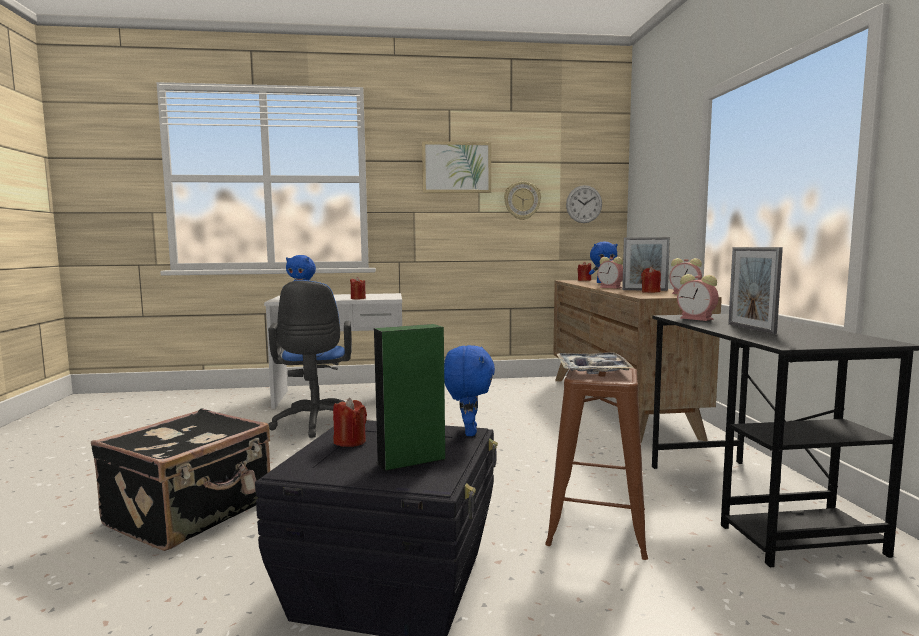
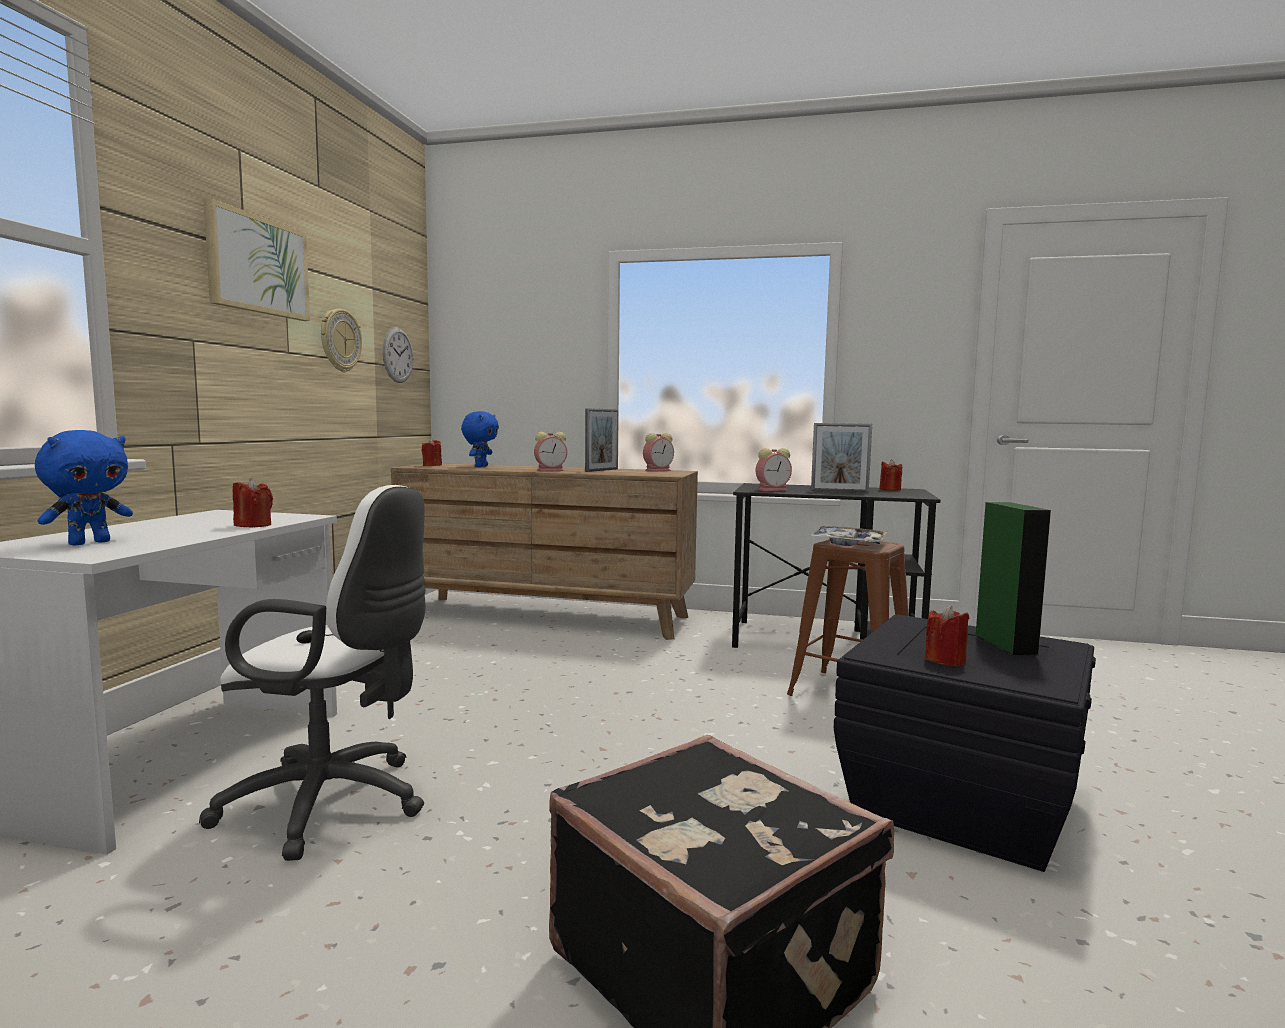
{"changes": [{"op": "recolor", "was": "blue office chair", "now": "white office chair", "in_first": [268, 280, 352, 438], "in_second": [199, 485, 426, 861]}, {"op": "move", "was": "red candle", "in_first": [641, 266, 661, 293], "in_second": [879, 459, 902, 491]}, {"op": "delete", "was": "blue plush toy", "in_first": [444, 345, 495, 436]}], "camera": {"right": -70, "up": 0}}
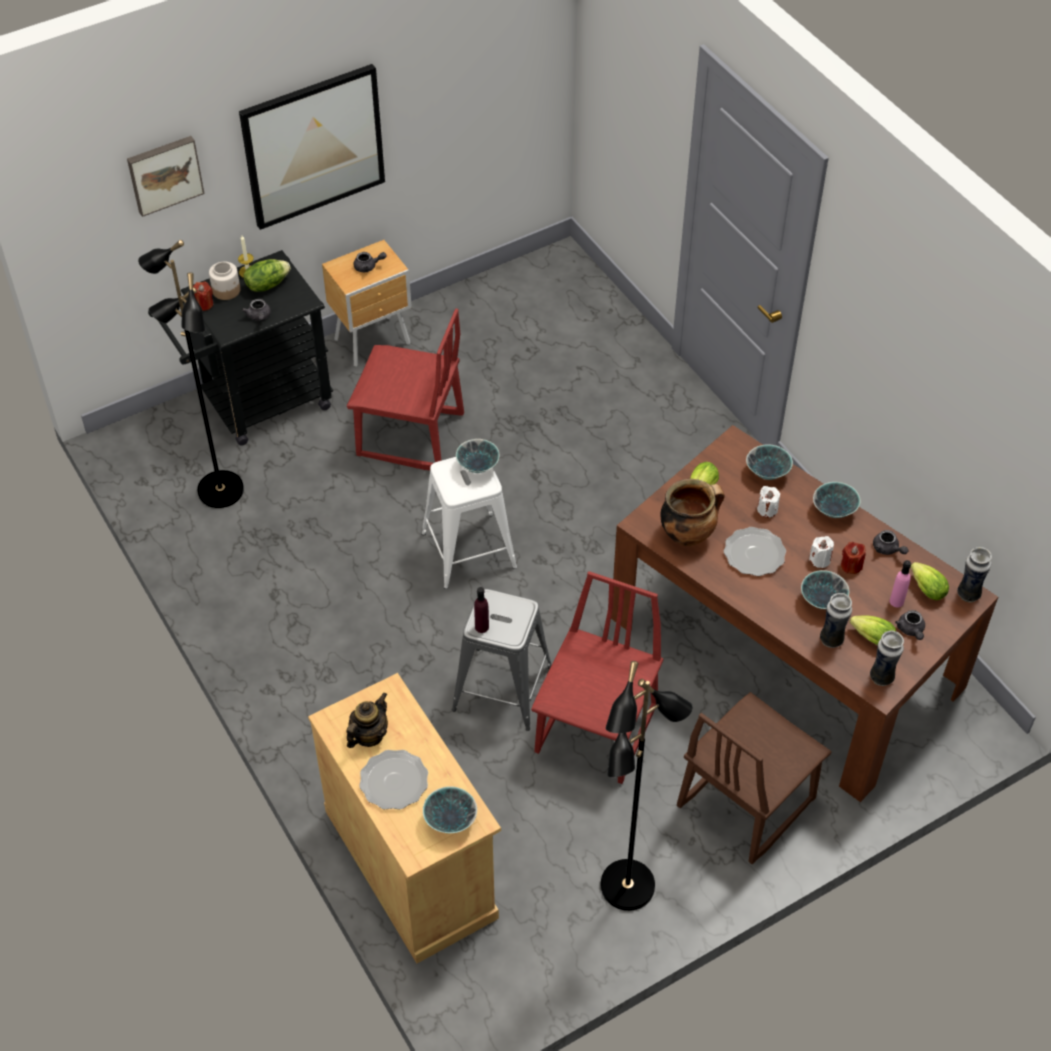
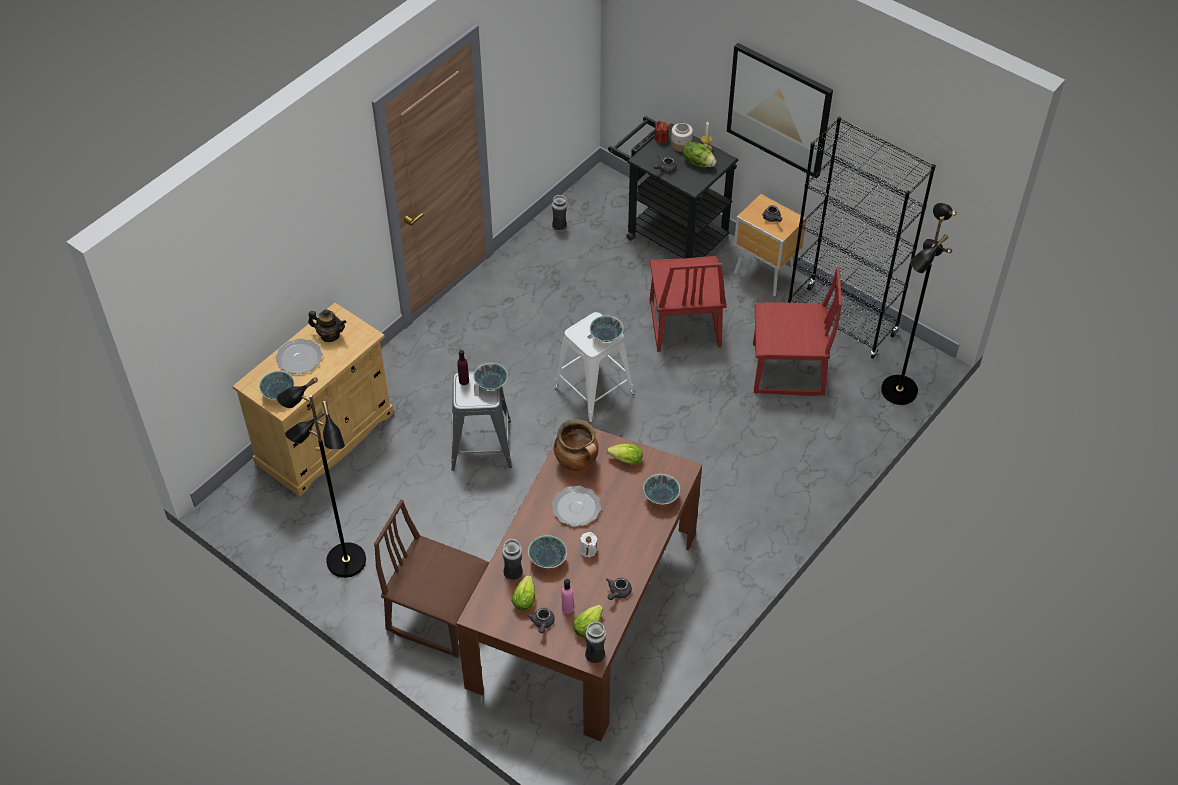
{"changes": [{"op": "move", "was": "bowl", "in_first": [813, 482, 861, 518], "in_second": [473, 363, 508, 390]}, {"op": "rotate", "was": "grey teapot", "in_first": [895, 610, 925, 640], "in_second": [528, 608, 555, 633], "clockwise": -60}, {"op": "move", "was": "vase", "in_first": [870, 630, 904, 686], "in_second": [552, 195, 567, 231]}, {"op": "move", "was": "red chair", "in_first": [531, 571, 663, 784], "in_second": [753, 267, 842, 396]}, {"op": "insert", "now": "black bookcase", "in_second": [788, 117, 936, 359]}, {"op": "move", "was": "black floor lamp", "in_first": [138, 240, 244, 508], "in_second": [881, 203, 957, 405]}, {"op": "delete", "was": "picture", "in_first": [127, 136, 204, 217]}, {"op": "delete", "was": "white candle", "in_first": [757, 486, 780, 518]}, {"op": "delete", "was": "red candle", "in_first": [841, 542, 866, 574]}], "camera": {"right": 70, "up": 0}}
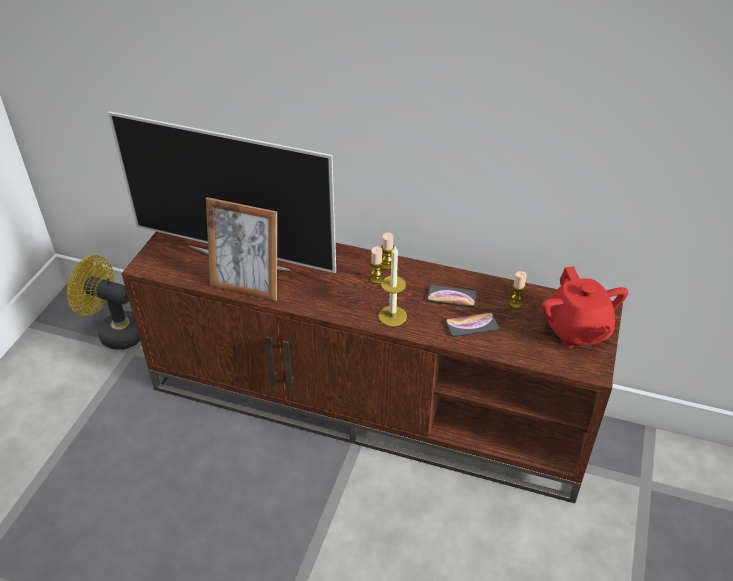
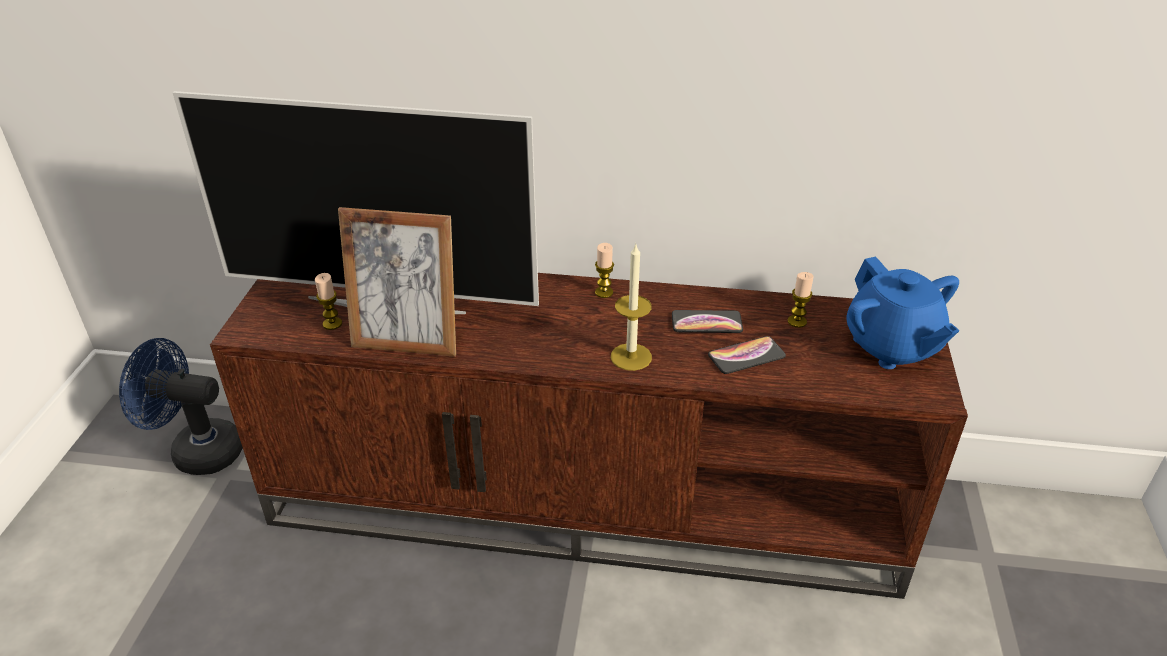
{"changes": [{"op": "recolor", "was": "yellow fan", "now": "blue fan", "in_first": [67, 255, 140, 350], "in_second": [119, 338, 243, 475]}, {"op": "move", "was": "candle", "in_first": [370, 246, 383, 284], "in_second": [315, 273, 342, 330]}, {"op": "recolor", "was": "red teapot", "now": "blue teapot", "in_first": [541, 266, 628, 348], "in_second": [846, 257, 959, 369]}], "camera": {"right": -10, "up": -5}}
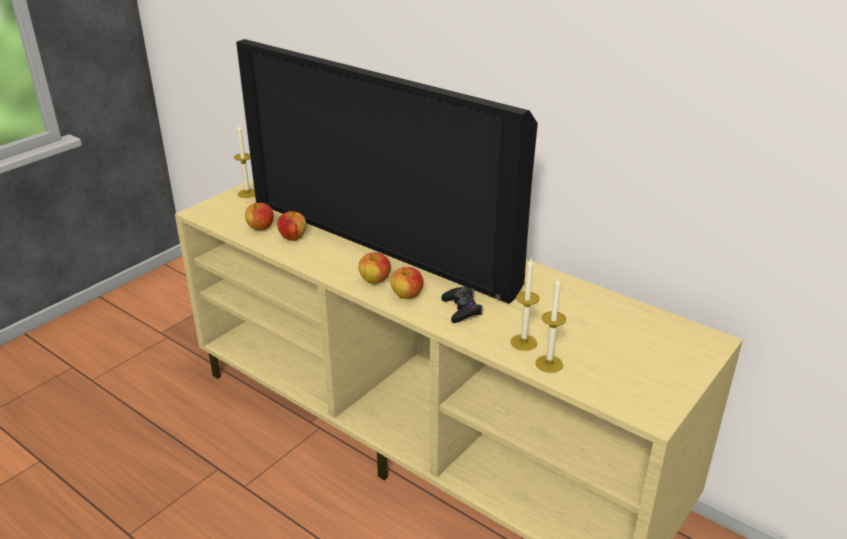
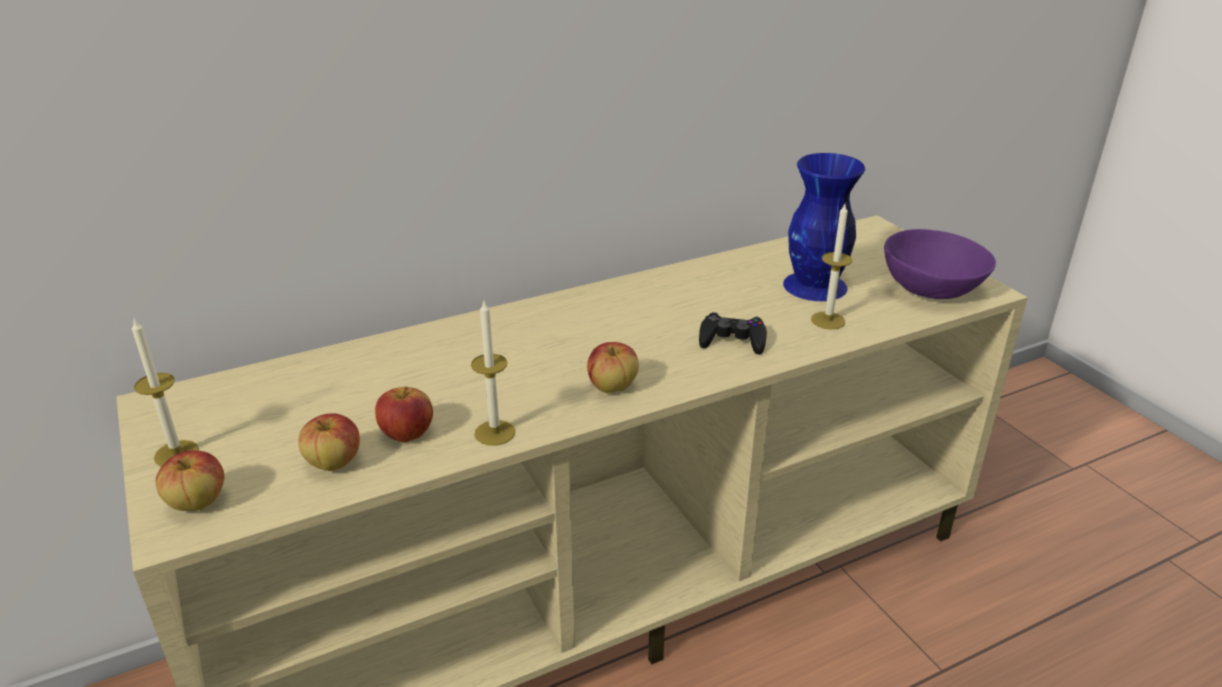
{"changes": [{"op": "move", "was": "apple", "in_first": [390, 267, 424, 299], "in_second": [156, 450, 224, 511]}, {"op": "move", "was": "candle", "in_first": [535, 277, 566, 373], "in_second": [471, 301, 515, 446]}, {"op": "insert", "now": "blue vase", "in_second": [783, 153, 865, 301]}, {"op": "insert", "now": "purple bowl", "in_second": [884, 229, 996, 299]}, {"op": "delete", "was": "television", "in_first": [236, 39, 538, 304]}], "camera": {"right": -65, "up": 0}}
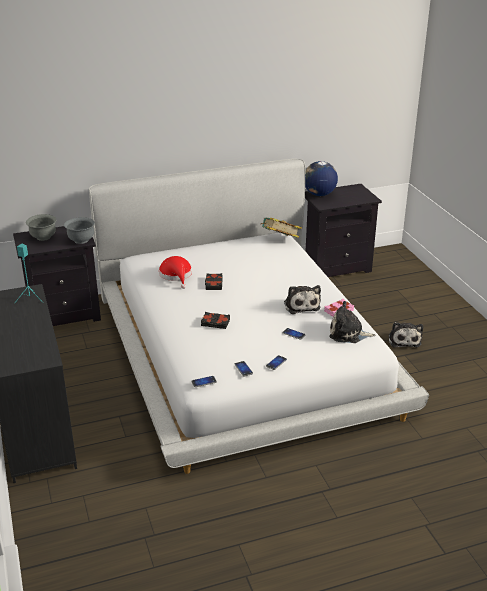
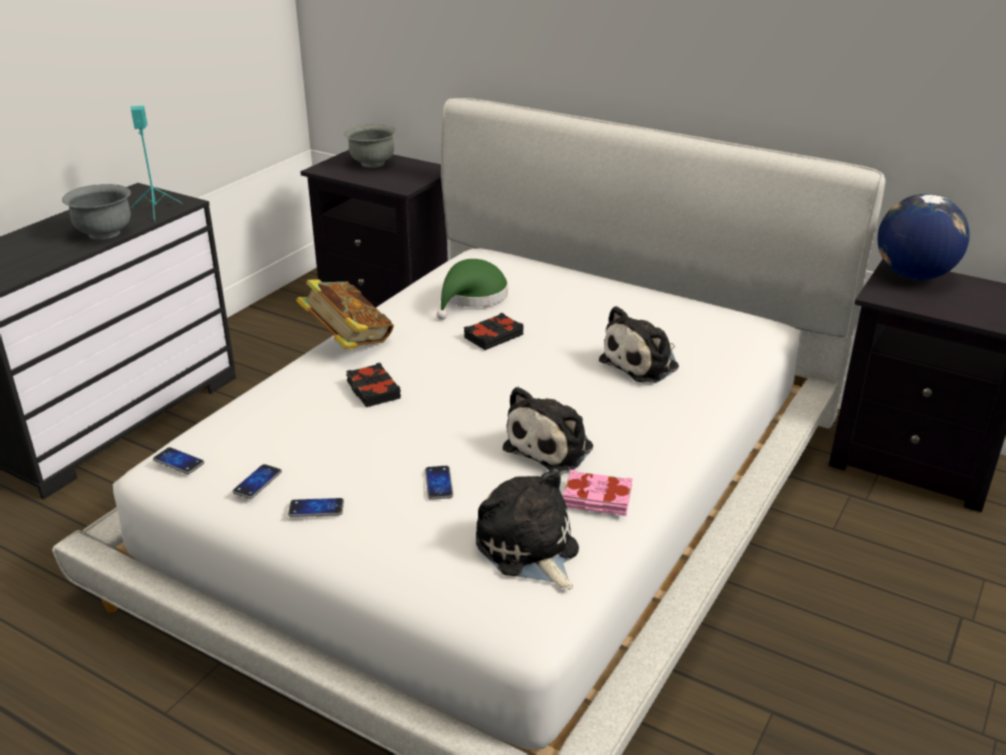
{"changes": [{"op": "move", "was": "grey bowl", "in_first": [64, 217, 95, 244], "in_second": [62, 184, 131, 239]}, {"op": "move", "was": "book", "in_first": [261, 217, 302, 238], "in_second": [296, 279, 394, 350]}, {"op": "recolor", "was": "red hat", "now": "green hat", "in_first": [159, 256, 192, 289], "in_second": [437, 259, 508, 320]}, {"op": "move", "was": "plush toy", "in_first": [389, 322, 423, 347], "in_second": [599, 306, 679, 383]}], "camera": {"right": 50, "up": 0}}
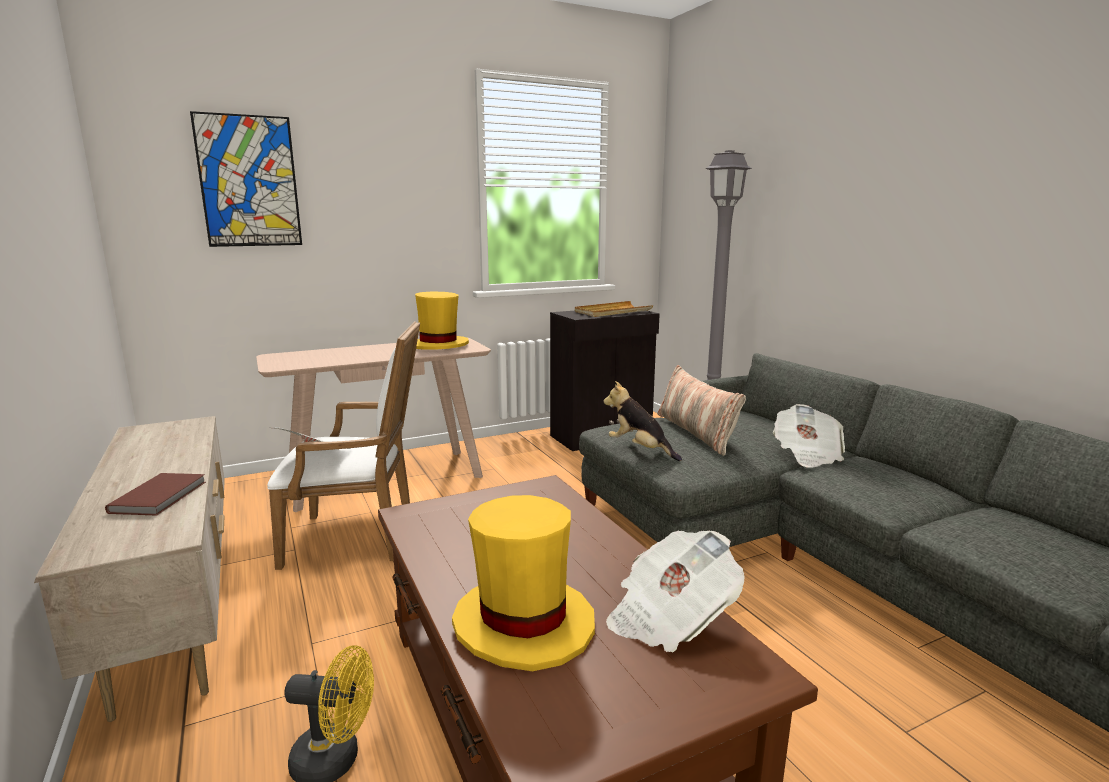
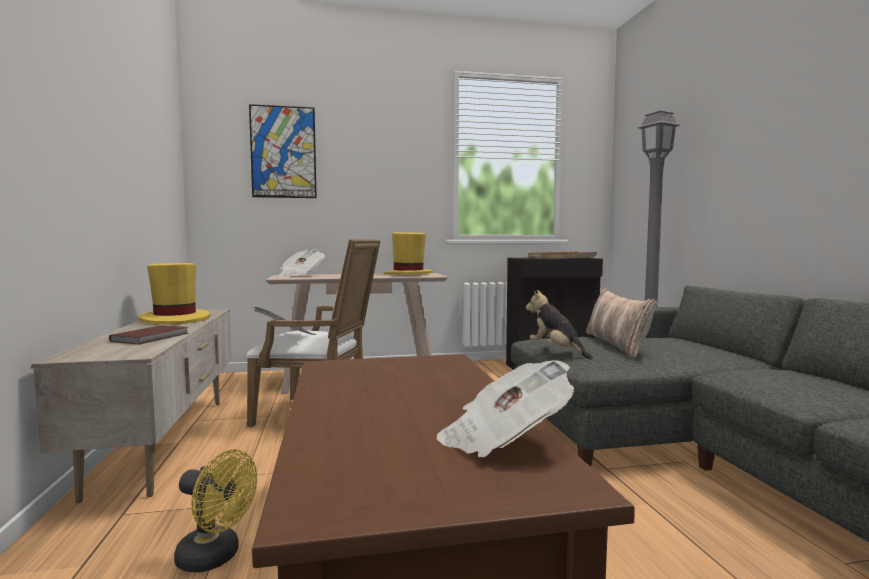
{"changes": [{"op": "move", "was": "yellow hat", "in_first": [452, 495, 595, 671], "in_second": [139, 263, 210, 325]}, {"op": "move", "was": "newspaper", "in_first": [773, 404, 845, 468], "in_second": [278, 249, 325, 277]}], "camera": {"right": 15, "up": -10}}
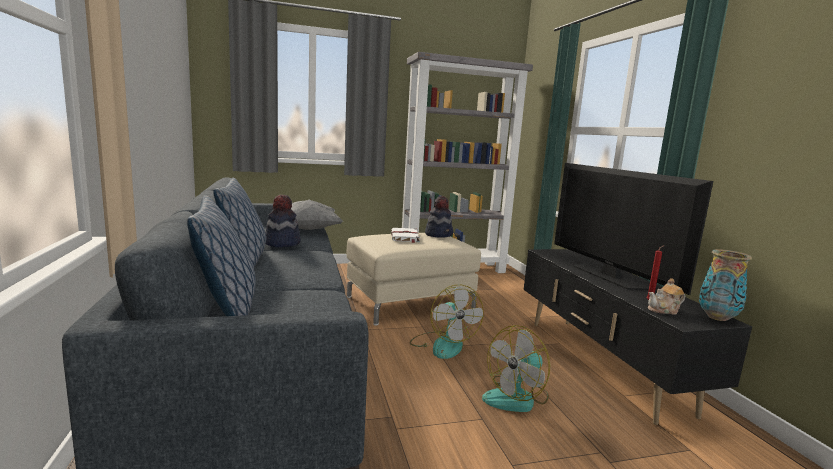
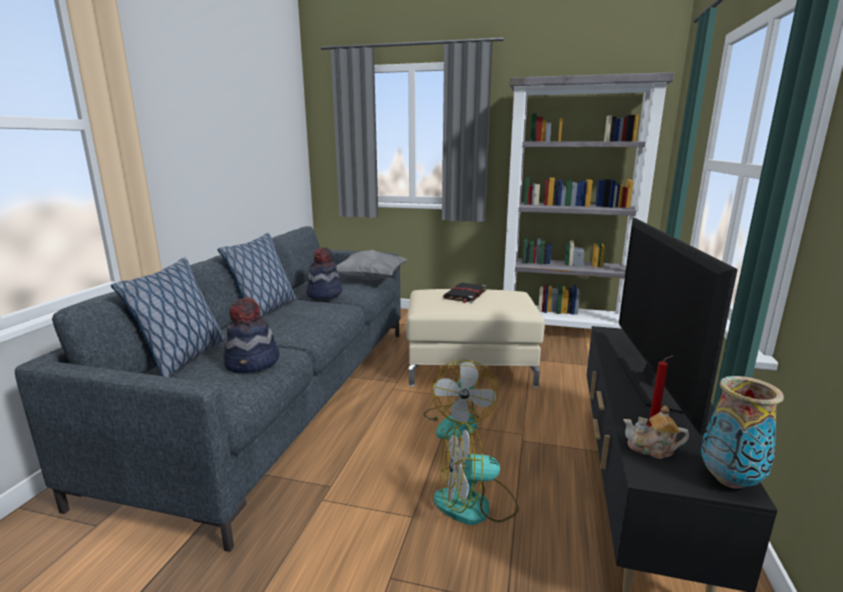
{"changes": [{"op": "move", "was": "hat", "in_first": [425, 196, 453, 238], "in_second": [224, 297, 279, 373]}, {"op": "recolor", "was": "white book", "now": "black book", "in_first": [391, 228, 420, 243], "in_second": [443, 283, 486, 303]}], "camera": {"right": 30, "up": 5}}
